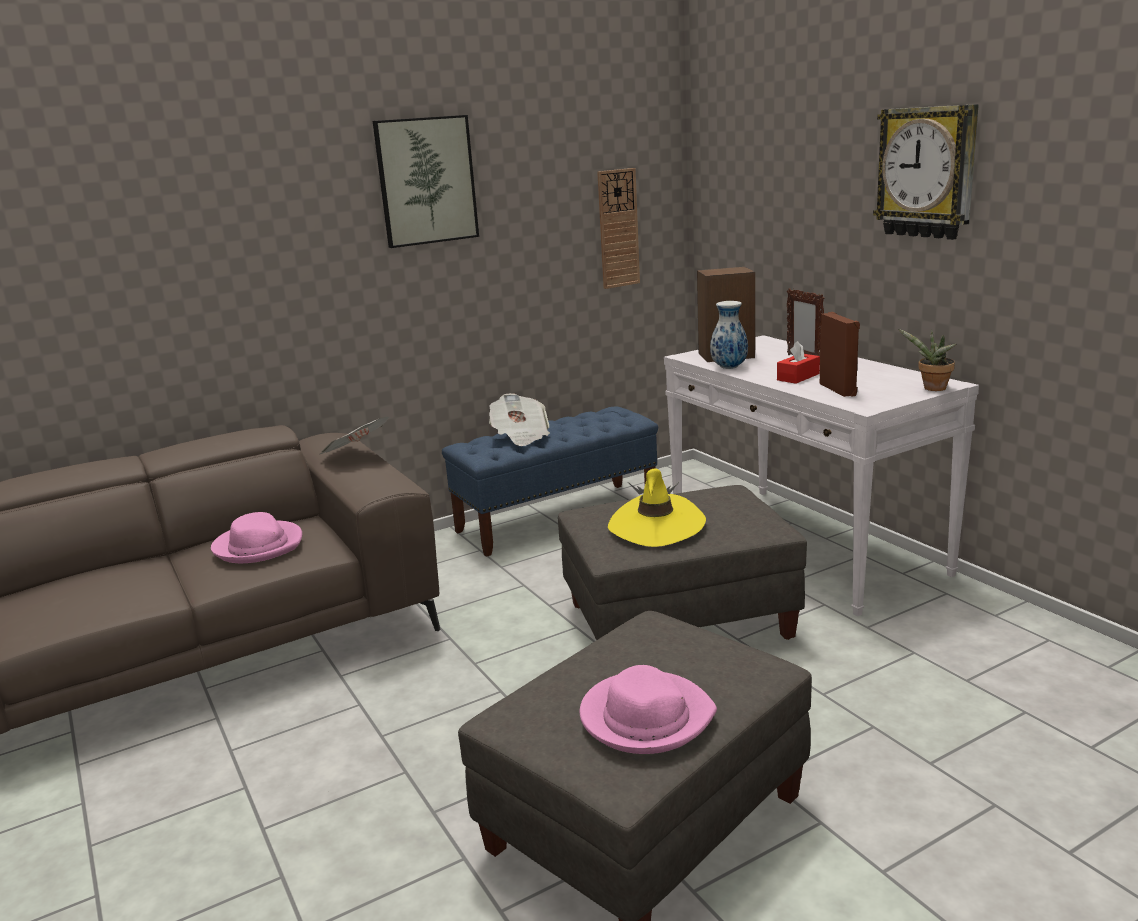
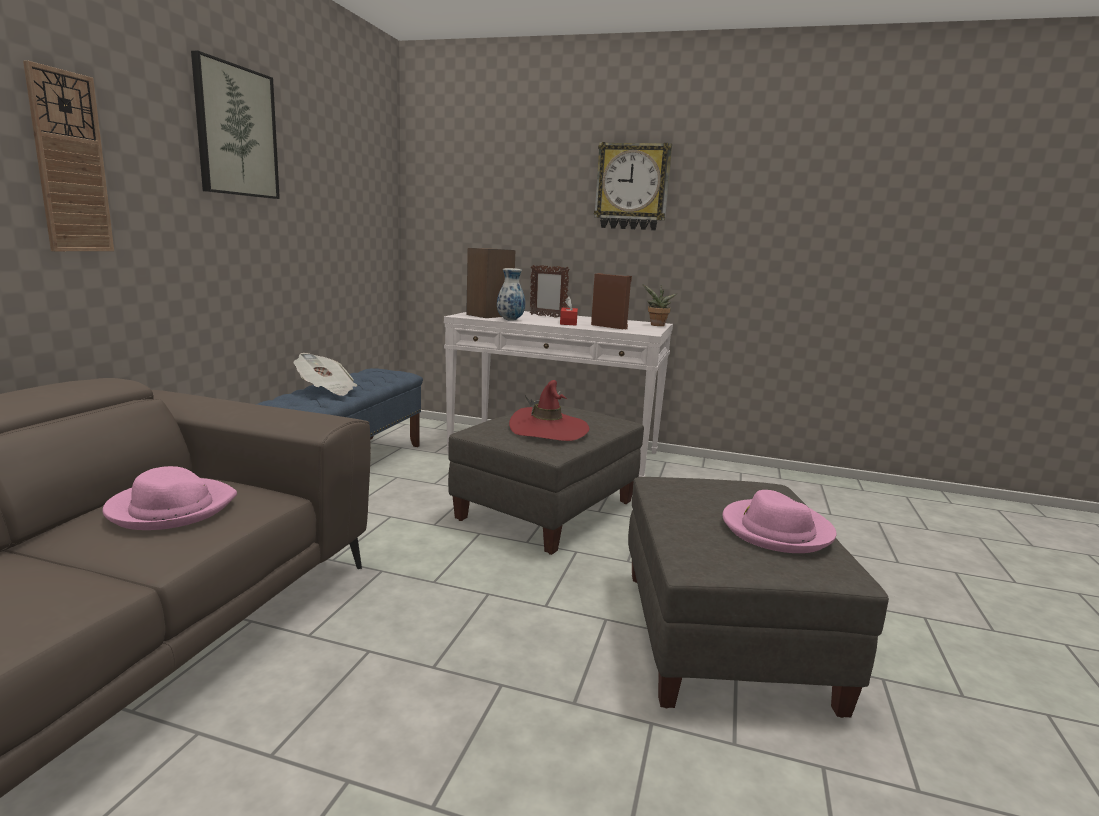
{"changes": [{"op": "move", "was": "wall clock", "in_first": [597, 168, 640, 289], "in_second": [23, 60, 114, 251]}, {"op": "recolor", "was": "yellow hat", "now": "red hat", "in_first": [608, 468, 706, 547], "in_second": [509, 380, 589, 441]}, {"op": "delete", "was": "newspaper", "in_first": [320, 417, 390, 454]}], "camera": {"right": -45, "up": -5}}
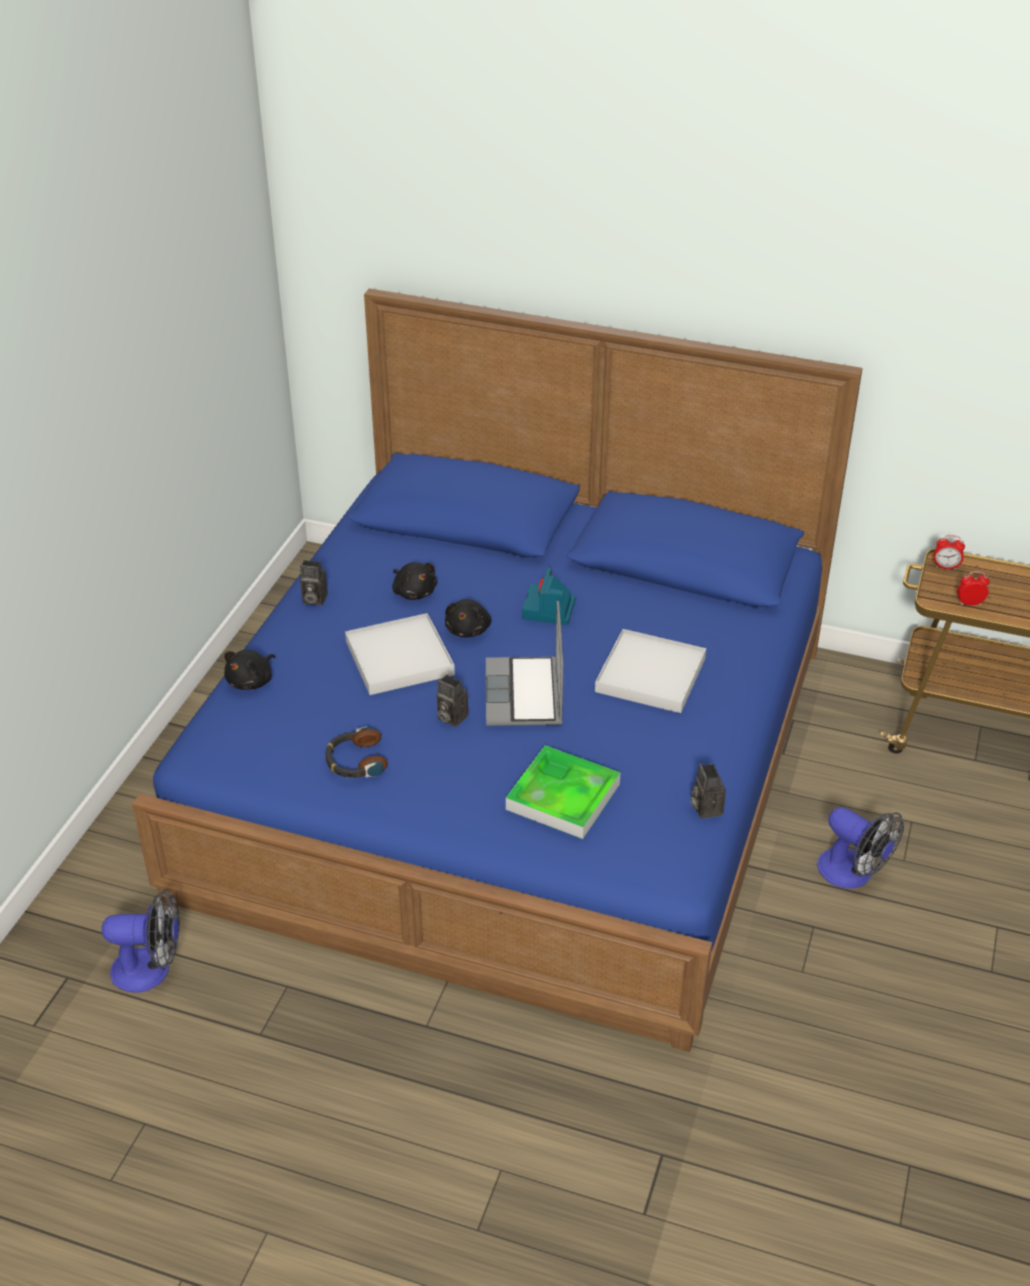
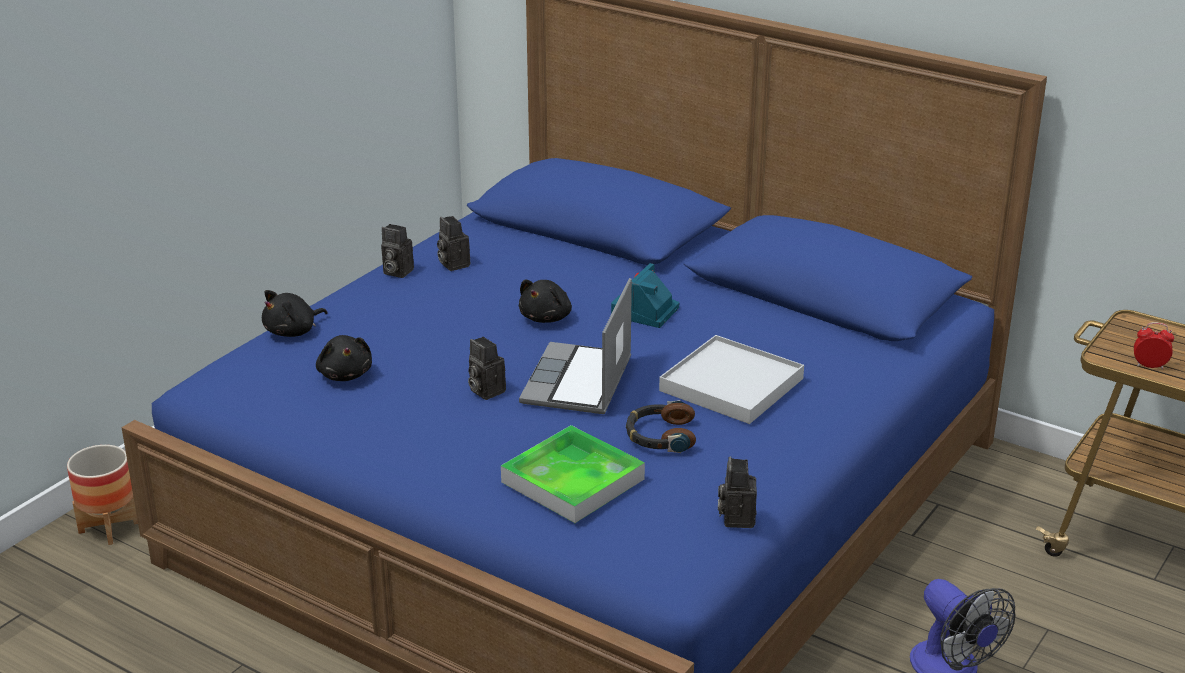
{"changes": [{"op": "insert", "now": "planter", "in_second": [67, 445, 138, 545]}, {"op": "move", "was": "black plush toy", "in_first": [392, 562, 437, 600], "in_second": [316, 335, 372, 381]}, {"op": "insert", "now": "photo camera", "in_second": [437, 216, 470, 271]}, {"op": "move", "was": "headphones", "in_first": [325, 726, 388, 778], "in_second": [626, 400, 696, 453]}, {"op": "delete", "was": "fan", "in_first": [102, 889, 180, 993]}, {"op": "delete", "was": "white tray", "in_first": [345, 613, 455, 695]}, {"op": "delete", "was": "alarm clock", "in_first": [934, 535, 965, 570]}], "camera": {"right": 15, "up": -10}}
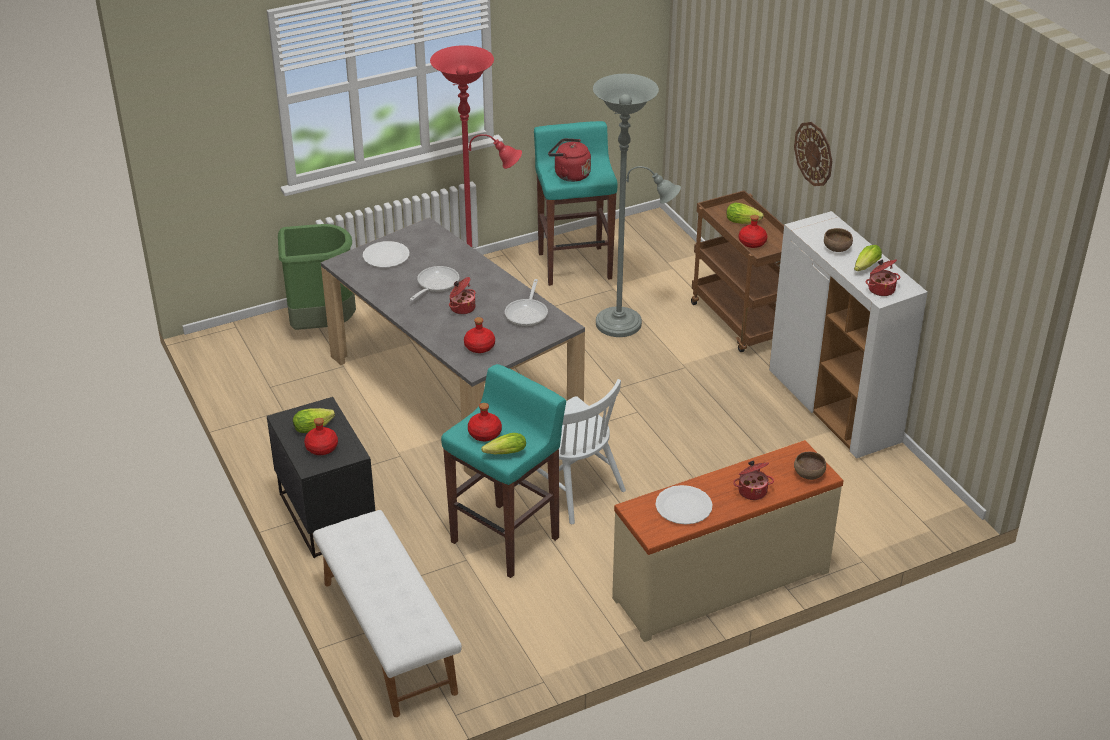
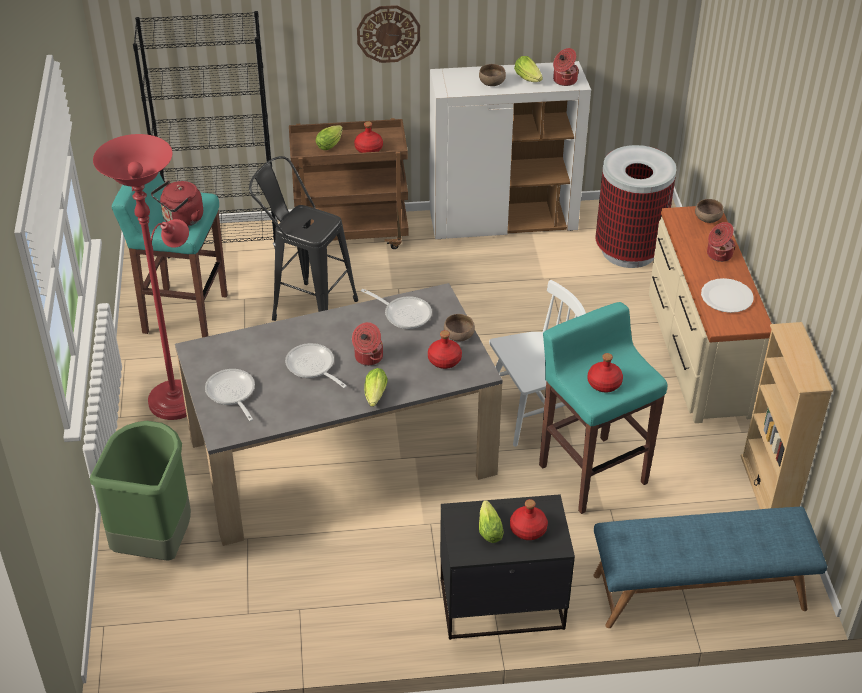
{"changes": [{"op": "insert", "now": "black bookcase", "in_second": [133, 11, 278, 258]}, {"op": "replace", "was": "white plate", "now": "frying pan", "in_first": [363, 241, 409, 268], "in_second": [205, 369, 255, 421]}, {"op": "replace", "was": "grey floor lamp", "now": "black stool", "in_first": [593, 74, 681, 337], "in_second": [249, 156, 358, 321]}, {"op": "move", "was": "lettuce", "in_first": [481, 433, 526, 454], "in_second": [364, 368, 388, 407]}, {"op": "insert", "now": "brown bowl", "in_second": [444, 314, 475, 342]}, {"op": "recolor", "was": "white bench", "now": "blue bench", "in_first": [313, 510, 462, 717], "in_second": [593, 506, 827, 628]}, {"op": "insert", "now": "trash can", "in_second": [596, 145, 676, 268]}, {"op": "insert", "now": "beige bookcase", "in_second": [741, 322, 833, 509]}], "camera": {"right": -70, "up": 5}}
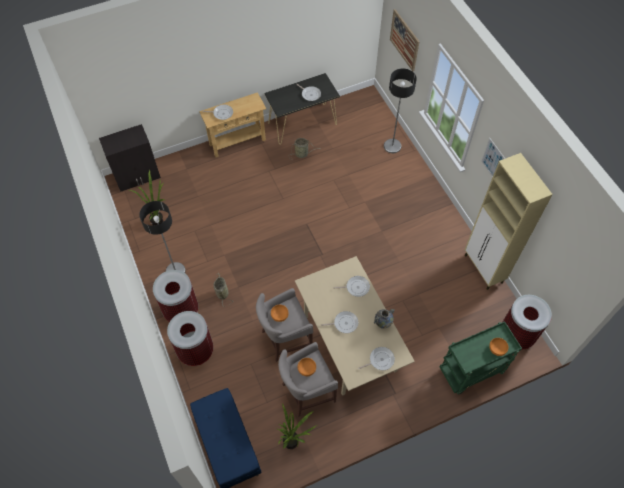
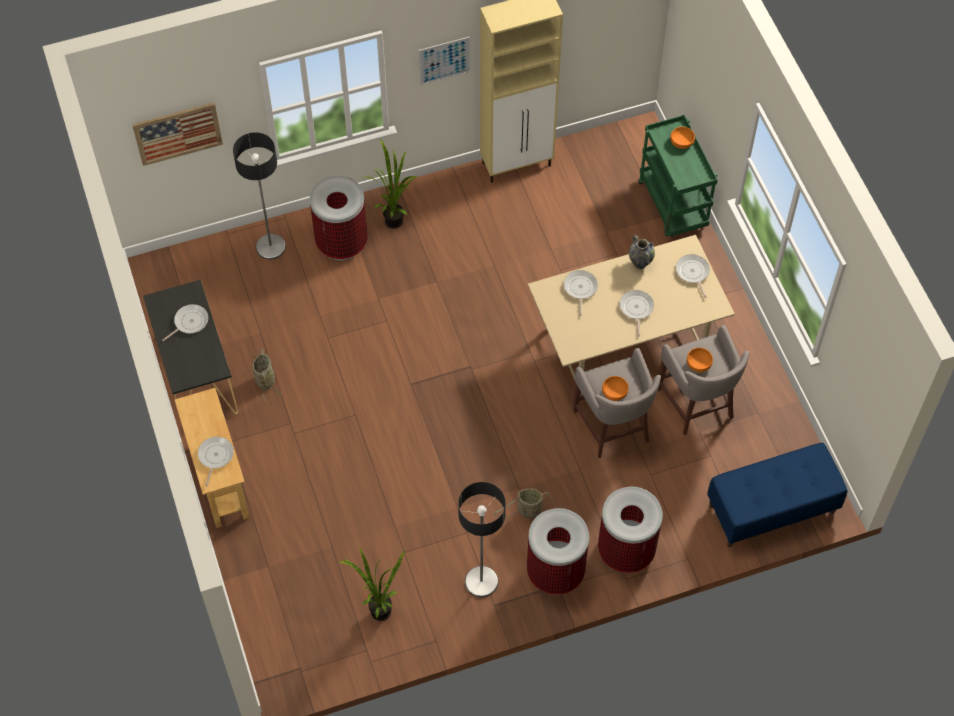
{"changes": [{"op": "move", "was": "trash can", "in_first": [503, 295, 552, 350], "in_second": [310, 176, 368, 260]}, {"op": "move", "was": "potted plant", "in_first": [278, 404, 316, 449], "in_second": [363, 139, 417, 229]}, {"op": "delete", "was": "black cabinet", "in_first": [99, 124, 161, 192]}], "camera": {"right": -85, "up": 0}}
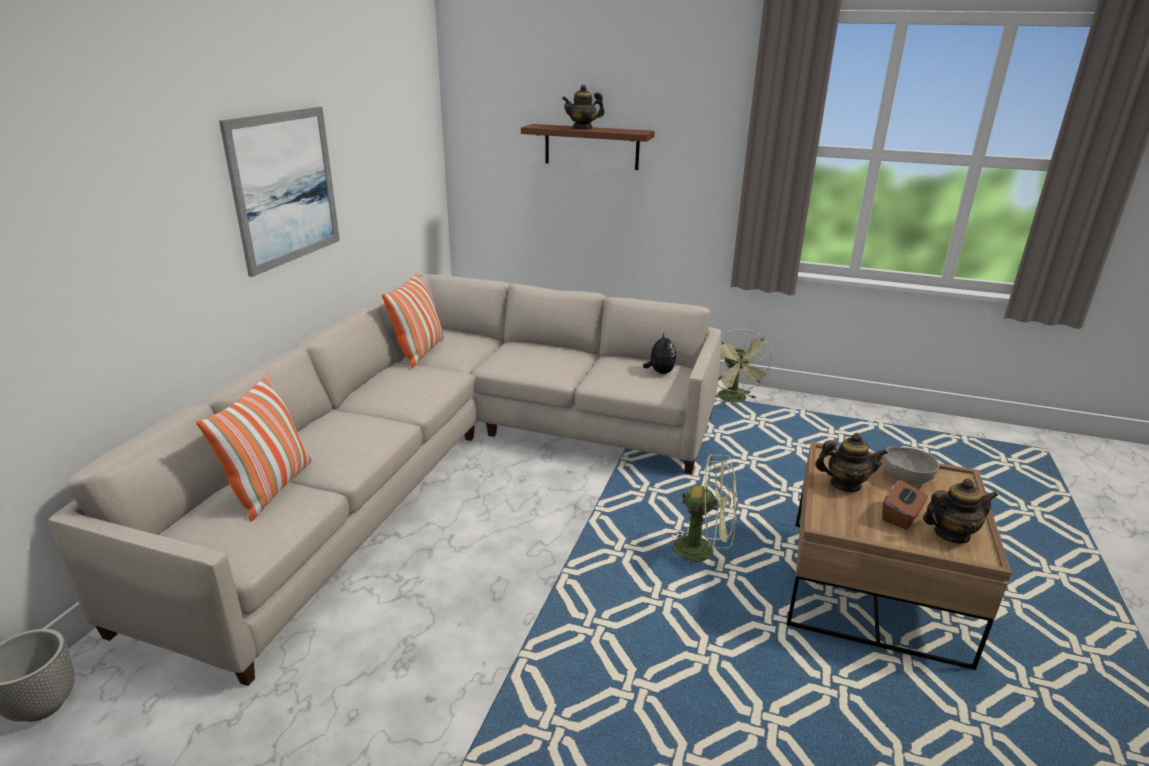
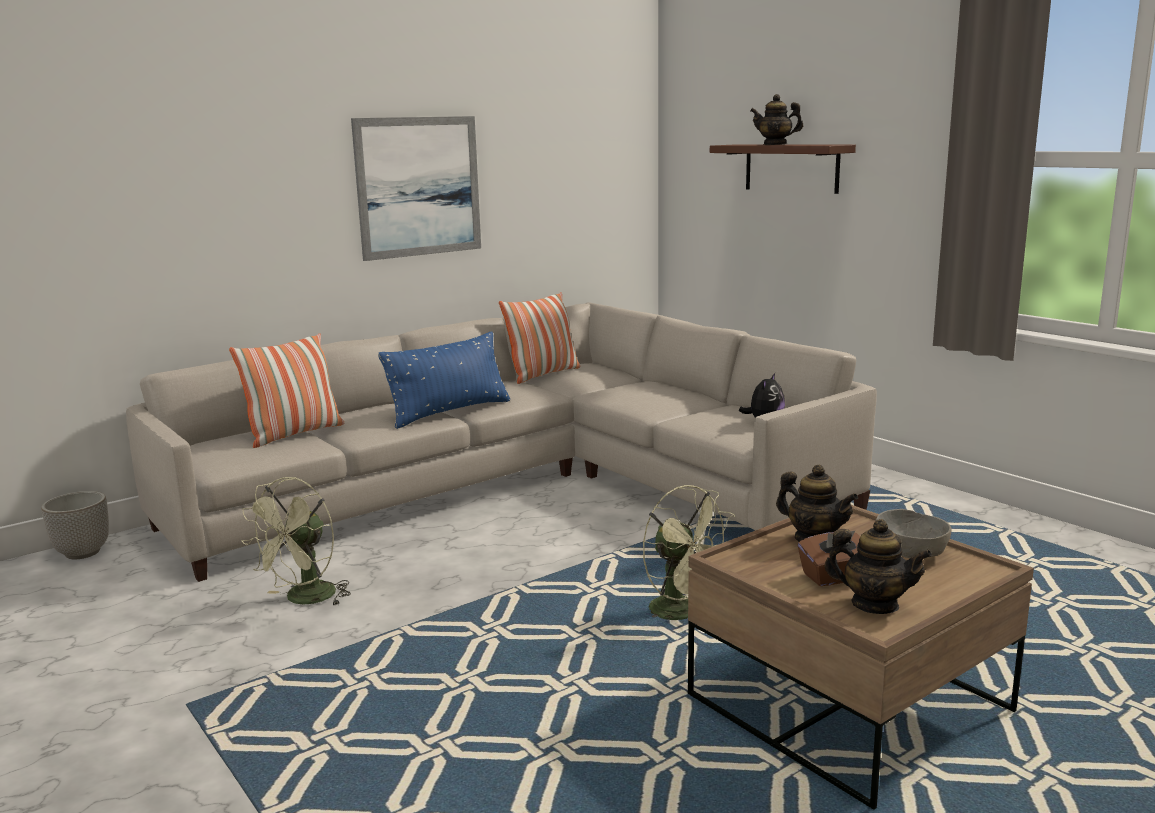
{"changes": [{"op": "move", "was": "green fan", "in_first": [716, 329, 774, 403], "in_second": [241, 477, 351, 606]}, {"op": "insert", "now": "blue pillow", "in_second": [378, 331, 510, 429]}], "camera": {"right": 35, "up": -10}}
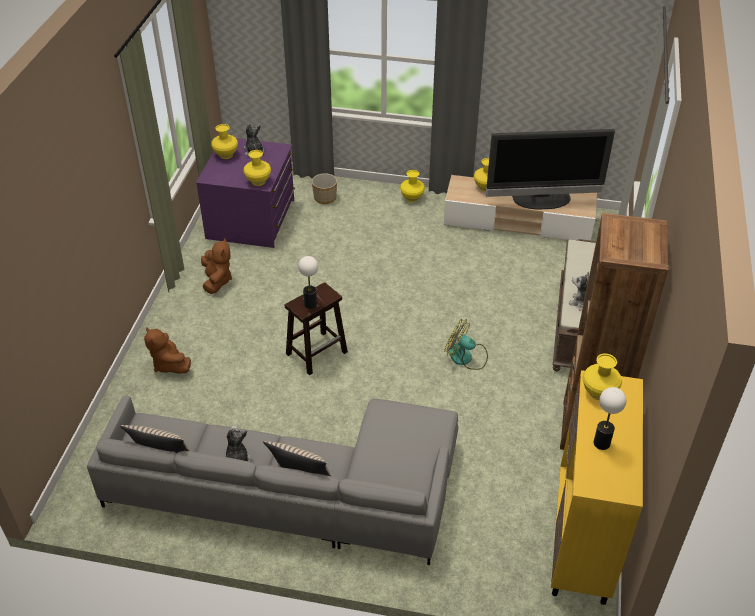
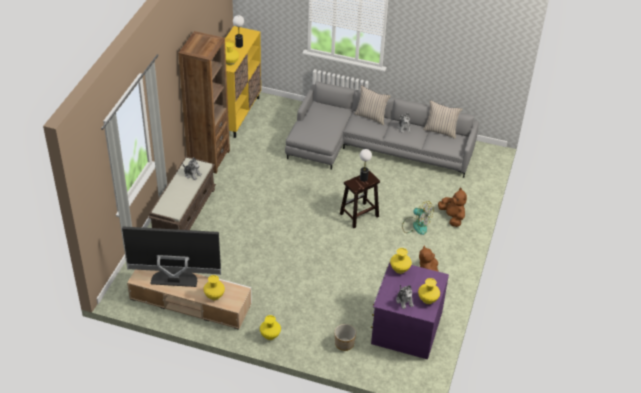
{"changes": [{"op": "move", "was": "fan", "in_first": [444, 319, 488, 370], "in_second": [402, 201, 434, 235]}], "camera": {"right": -175, "up": 0}}
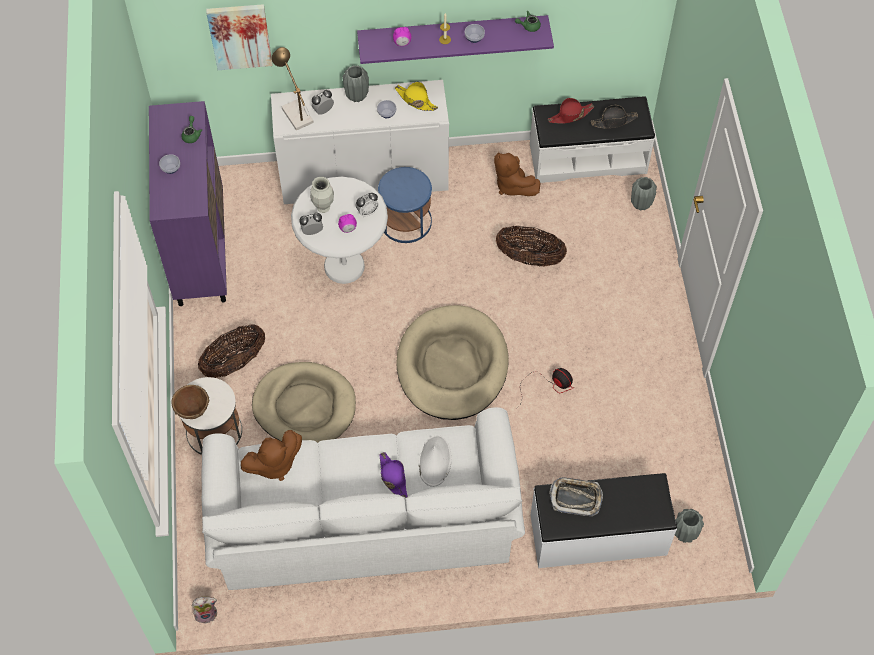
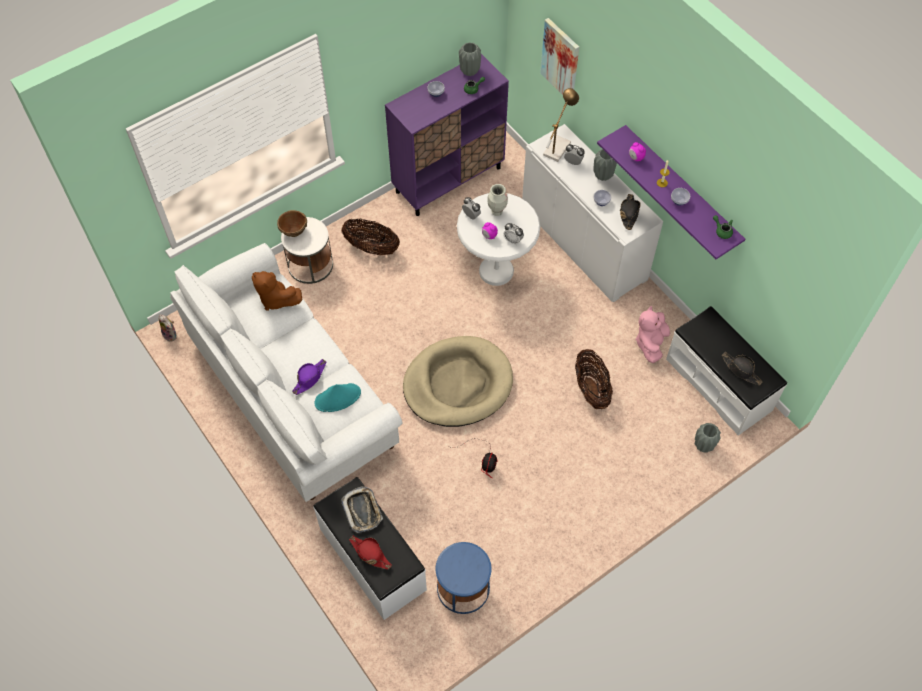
{"changes": [{"op": "recolor", "was": "white hat", "now": "turquoise hat", "in_first": [418, 435, 452, 487], "in_second": [315, 383, 361, 412]}, {"op": "move", "was": "red hat", "in_first": [548, 98, 594, 124], "in_second": [349, 536, 392, 569]}, {"op": "move", "was": "blue side table", "in_first": [378, 167, 432, 243], "in_second": [436, 542, 492, 614]}, {"op": "move", "was": "grey vase", "in_first": [675, 509, 704, 543], "in_second": [459, 42, 481, 76]}, {"op": "recolor", "was": "yellow hat", "now": "black hat", "in_first": [395, 82, 438, 111], "in_second": [620, 194, 641, 230]}, {"op": "recolor", "was": "brown plush toy", "now": "pink plush toy", "in_first": [494, 152, 541, 196], "in_second": [636, 306, 670, 363]}, {"op": "delete", "was": "beige dog bed", "in_first": [252, 362, 356, 443]}], "camera": {"right": 60, "up": 0}}
